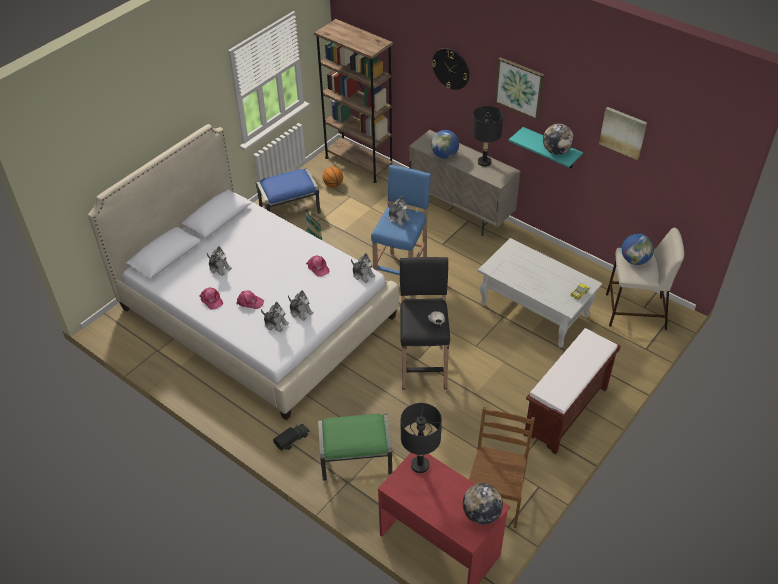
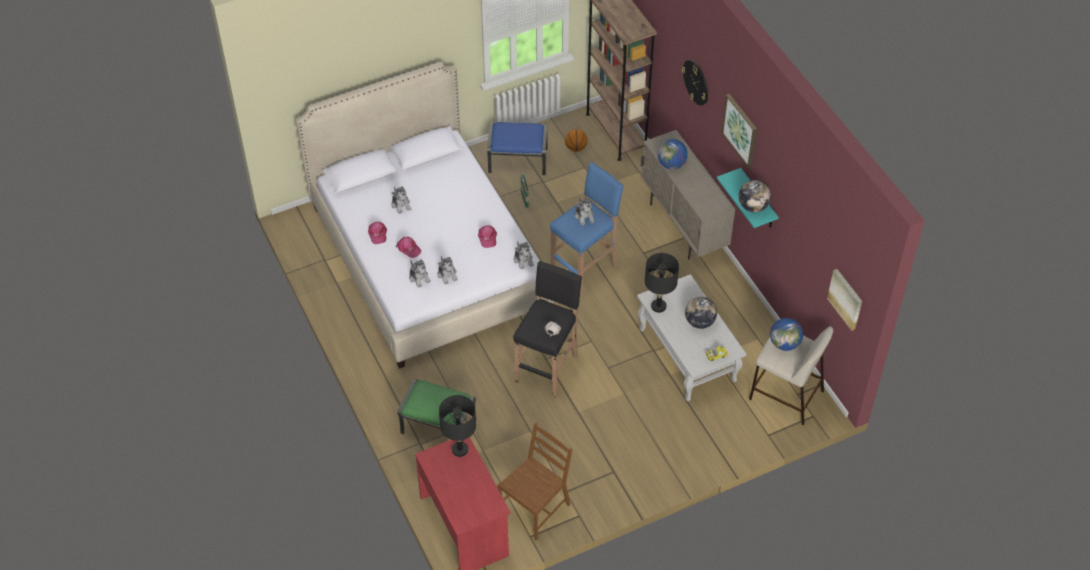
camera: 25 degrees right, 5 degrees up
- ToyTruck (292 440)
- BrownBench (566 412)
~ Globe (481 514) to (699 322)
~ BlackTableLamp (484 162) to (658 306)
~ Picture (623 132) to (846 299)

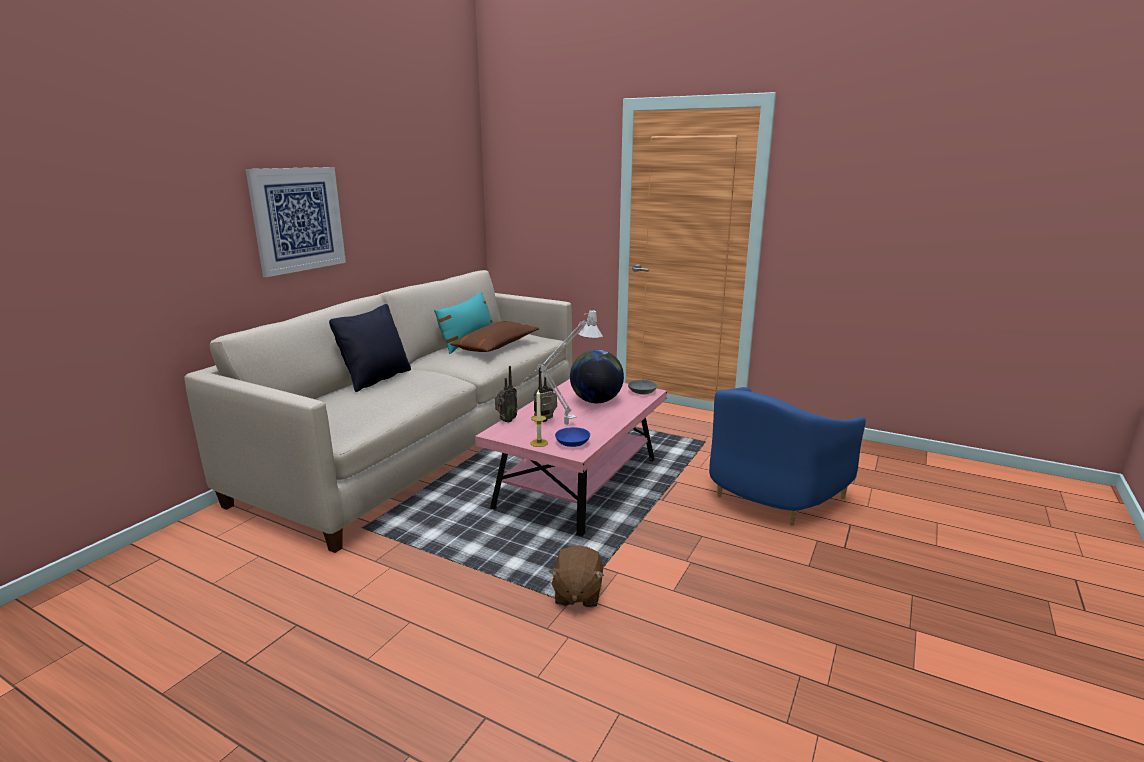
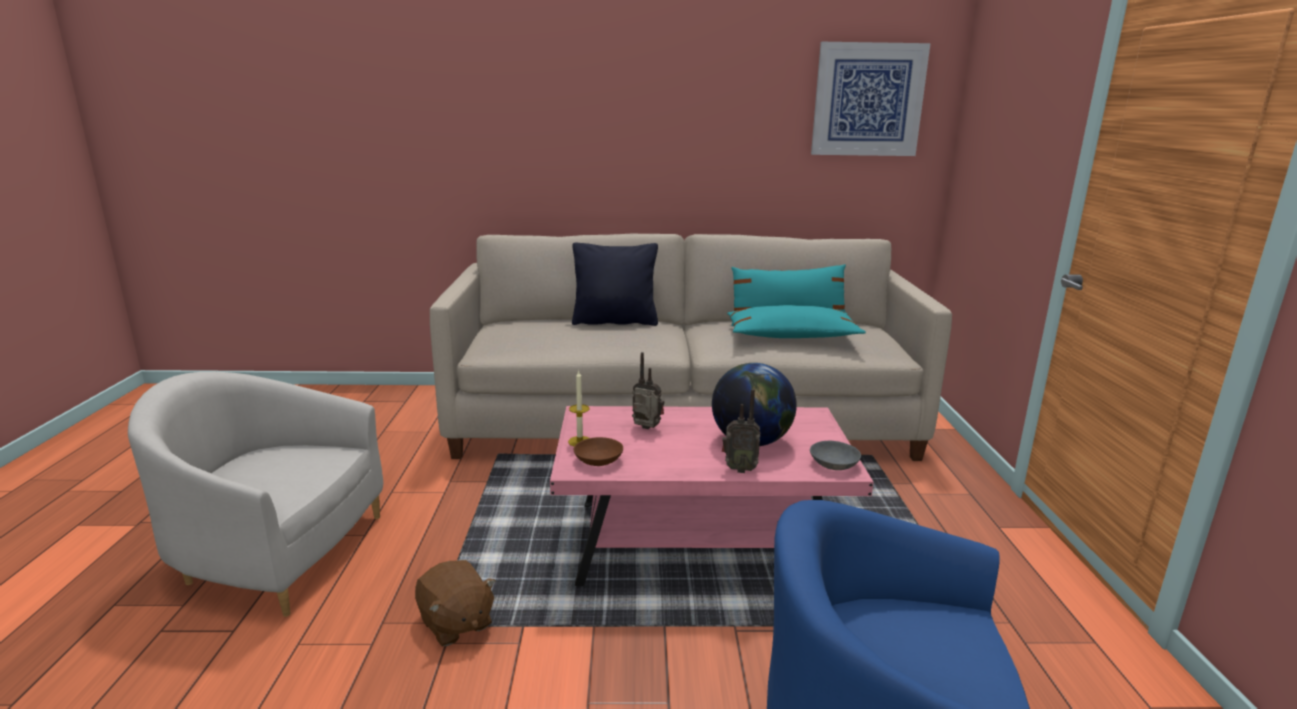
camera: 60 degrees right, 0 degrees up
- GreyTableLamp (561 427)
+ WhiteArmchair (276 554)
~ Picture (298 219) to (868 100)
~ Radio (506 421) to (739 469)
~ BrownPillow (496 346) to TurquoisePillow (791 336)
~ BlueBowl (572 443) to BrownBowl (599 460)
~ BrownPlushToy (577 594) = (455 623) 105 degrees counterclockwise

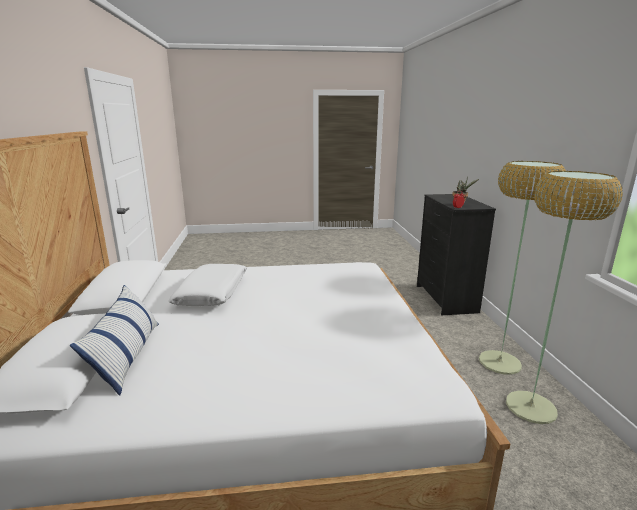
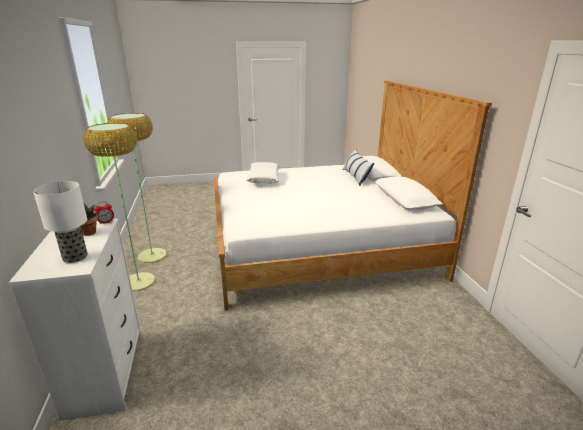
camera: 175 degrees right, 5 degrees up
+ TableLamp (74 257)
~ WhitePillow (212 293) to (263 178)
~ BlackDresser (445 298) to WhiteDresser (106 372)

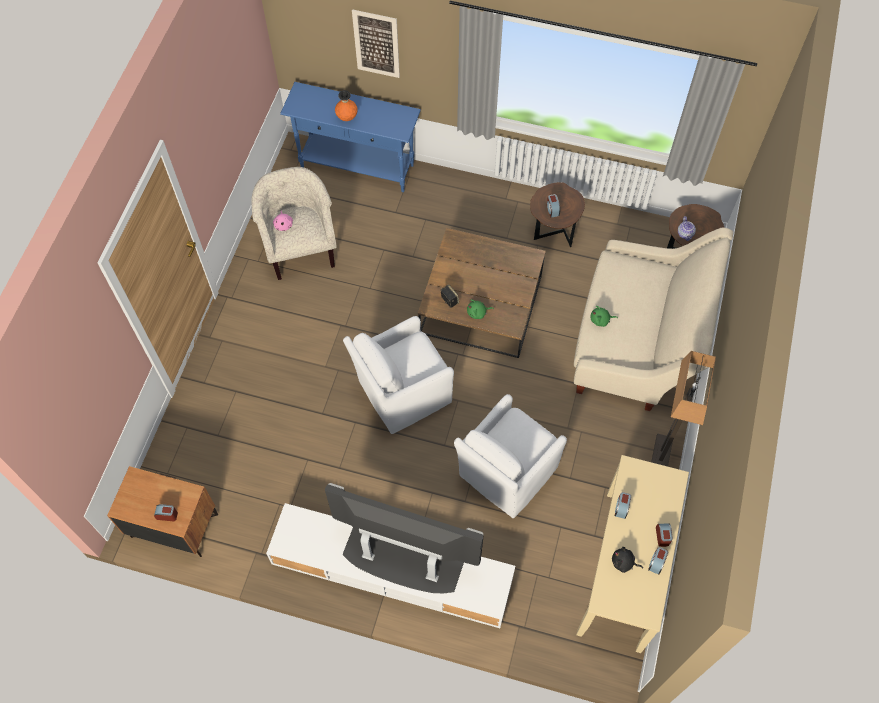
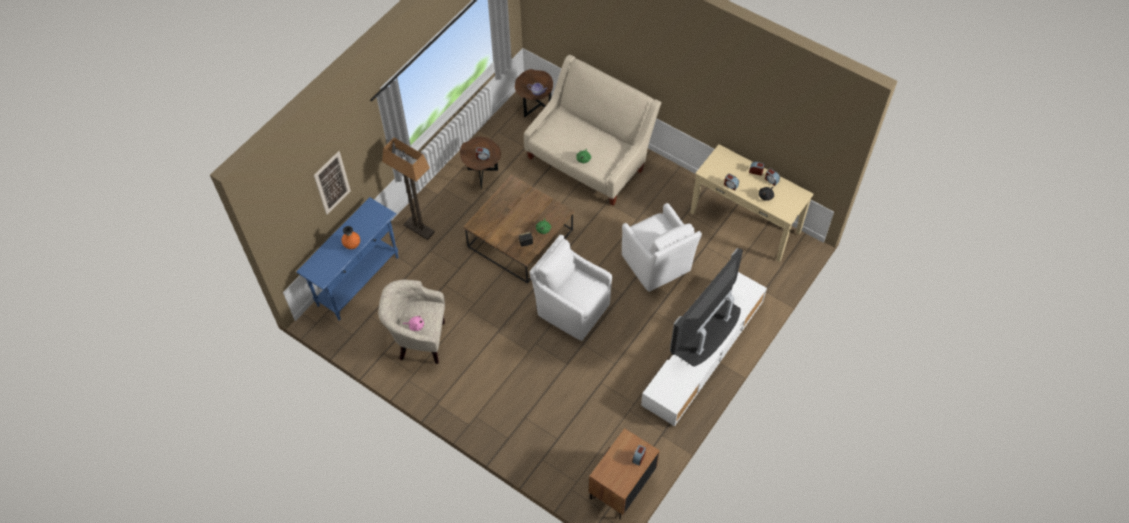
camera: 70 degrees left, 5 degrees down
~ FloorLamp (661 456) to (419 229)
~ WhiteArmchair (402 393) = (571 308) 135 degrees clockwise

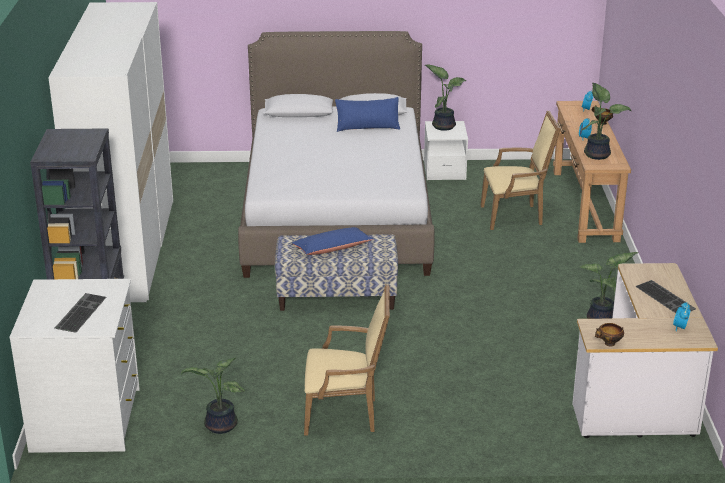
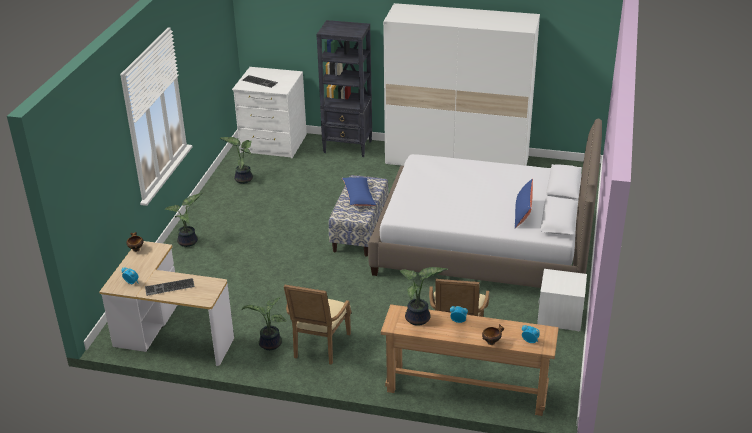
camera: 105 degrees right, 5 degrees up
~ BeigeArmchair (346 414) to (319 348)
~ PottedPlant (443 126) to (189 242)

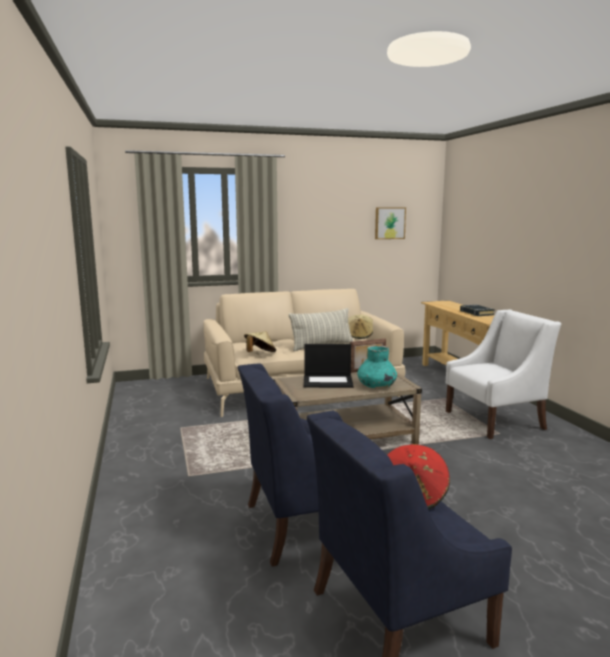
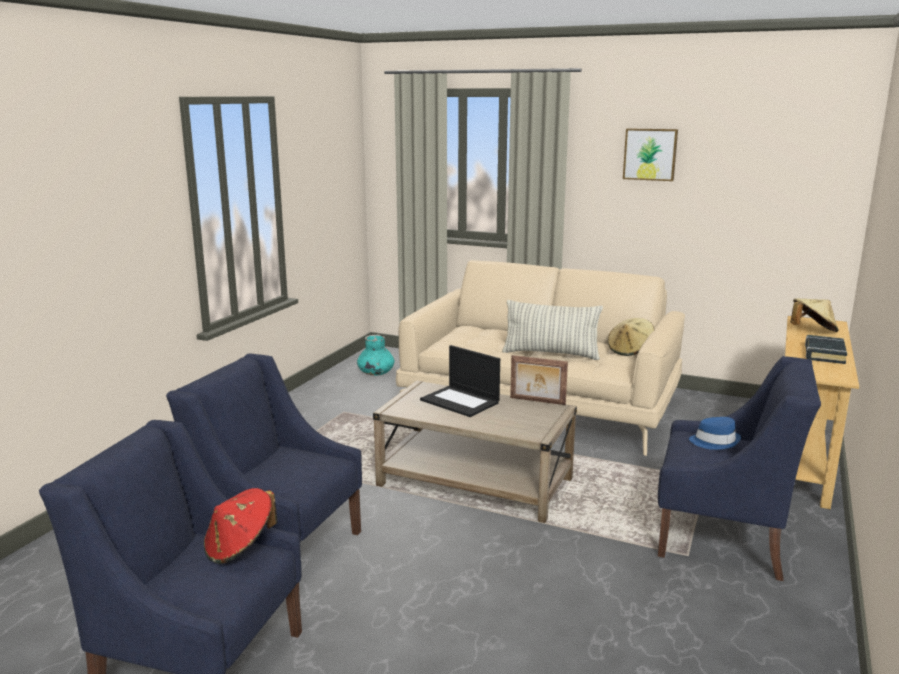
camera: 40 degrees right, 5 degrees up
+ BlueHat (714 441)
~ BeigeHat (260 354) to (812 331)
~ TurquoiseVase (376 386) to (375 373)
~ Picture (389 223) to (650 154)
~ WhiteArmchair (495 420) to BlueArmchair (723 536)

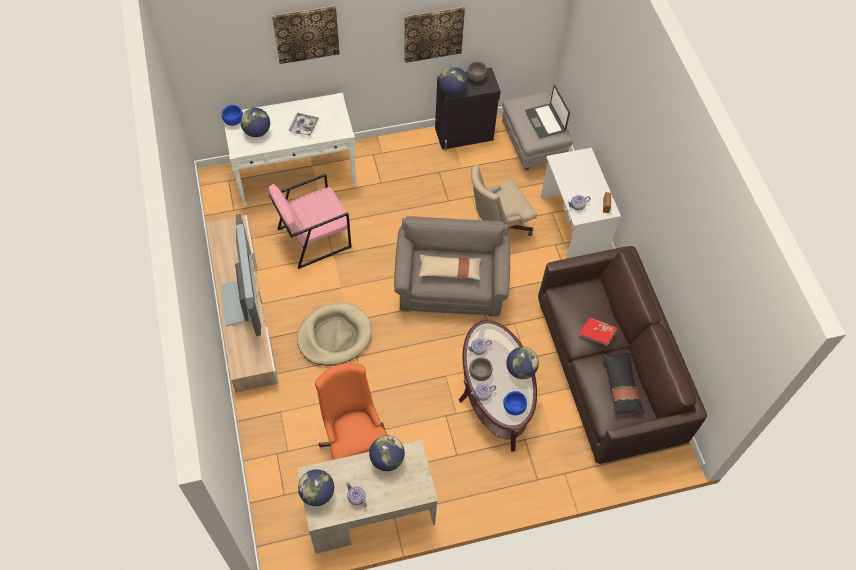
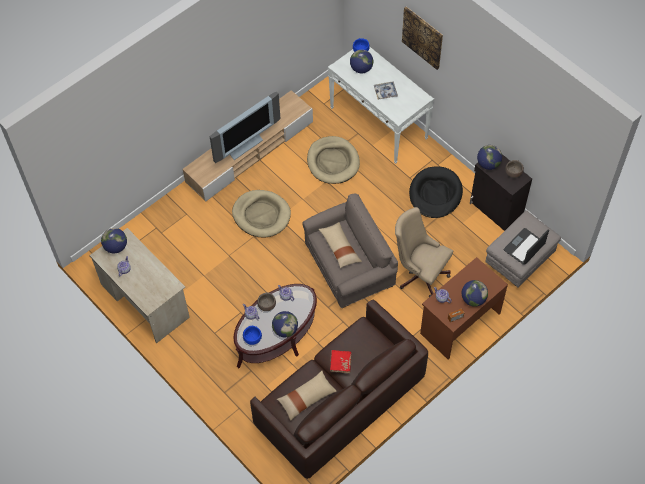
camera: 65 degrees right, 0 degrees up
- OrangeOfficeChair (354 442)
- Picture (433 34)
+ BlackDogBed (435 194)
~ Globe (387 459) to (473 299)
~ PinkArmchair (314 237) to BeigeDogBed (333 162)
~ WhiteDesk (572 225) to BrownDesk (459 322)
~ BlackPillow (621 386) to BeigePillow (306 398)

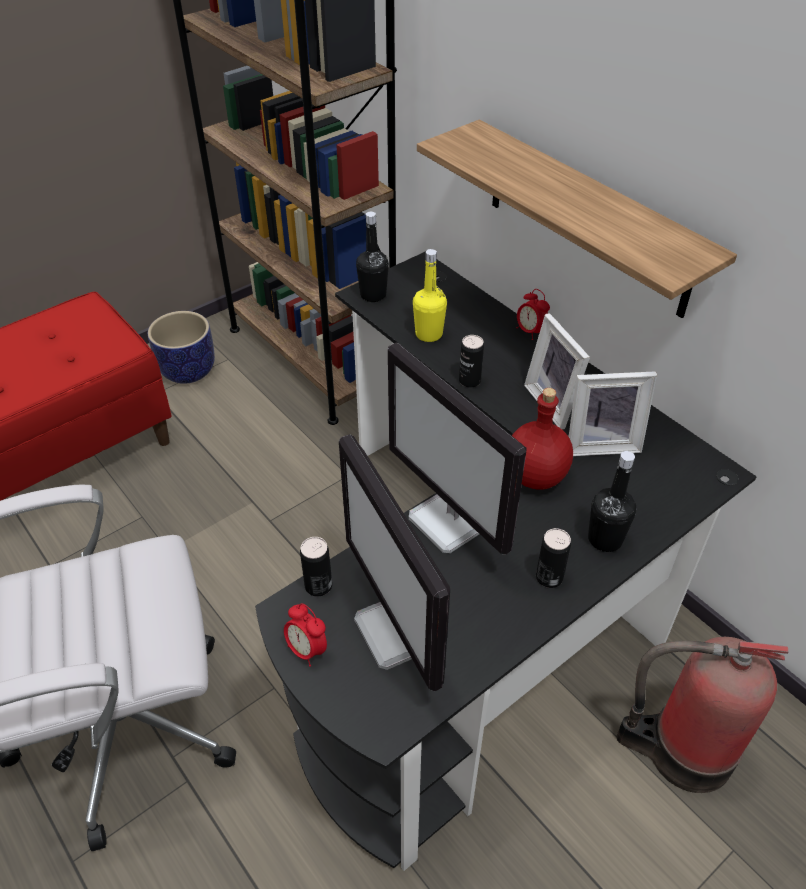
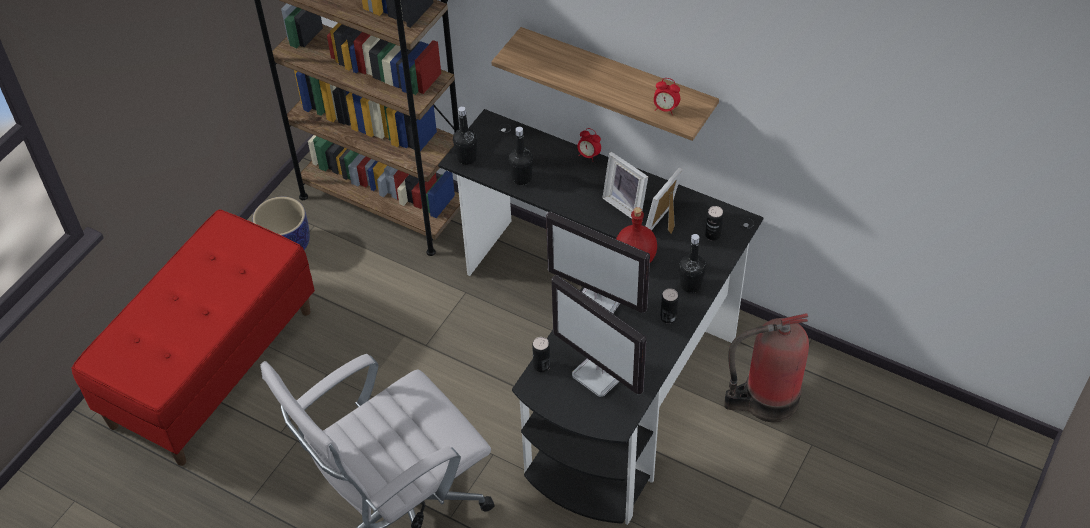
camera: 20 degrees left, 5 degrees up
~ AlarmClock (307 650) to (665 109)
~ Can (469 381) to (713 235)
~ YellowBottle (429 334) to BlackBottle (521 178)
~ PictureFrame (600 443) = (665 224) 150 degrees clockwise

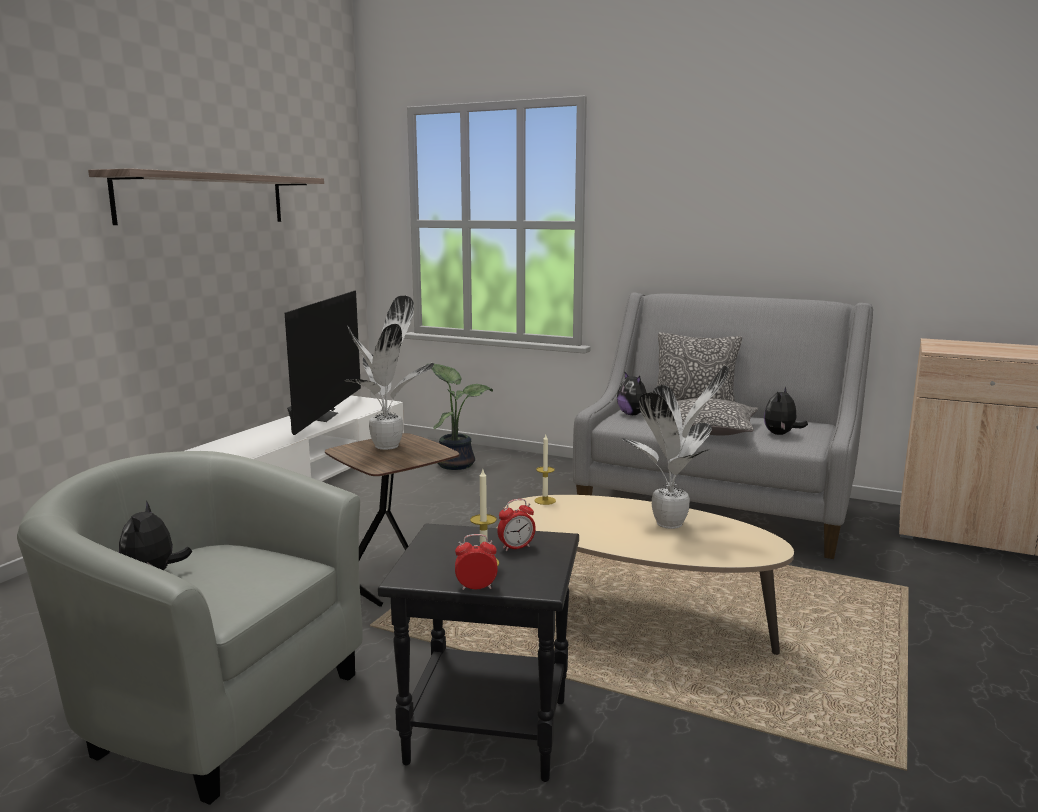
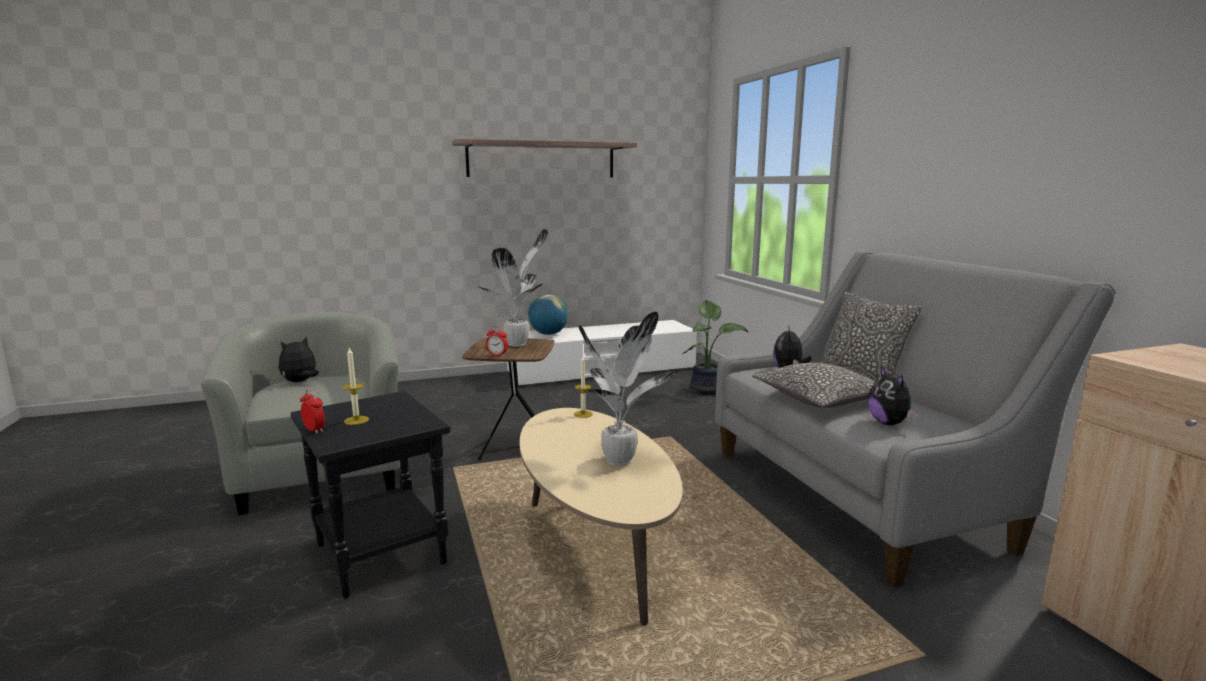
camera: 45 degrees right, 0 degrees up
- Television (321 417)
+ Globe (548 334)
~ AlarmClock (516 547) to (497 355)
~ PlushToy (781 434) = (889 423) 90 degrees counterclockwise

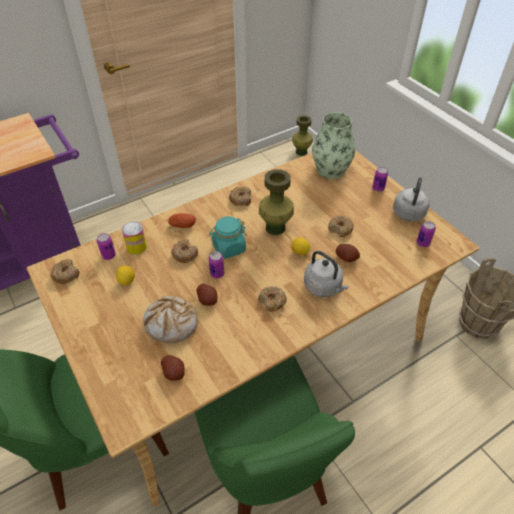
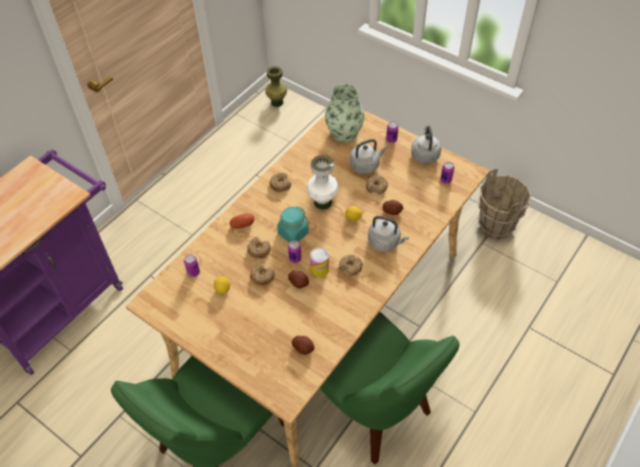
camera: 20 degrees left, 5 degrees up
- Bread (172 323)
+ GreyKettle (366 165)
~ Donut (66 275) to (262 276)
~ Can (136 247) to (319 269)
~ GreenVase (275 227) to WhiteVase (323 202)

